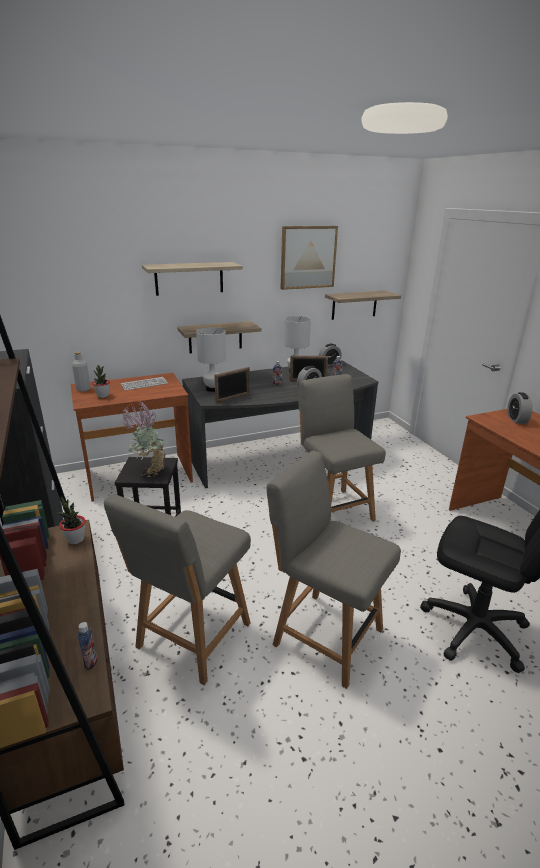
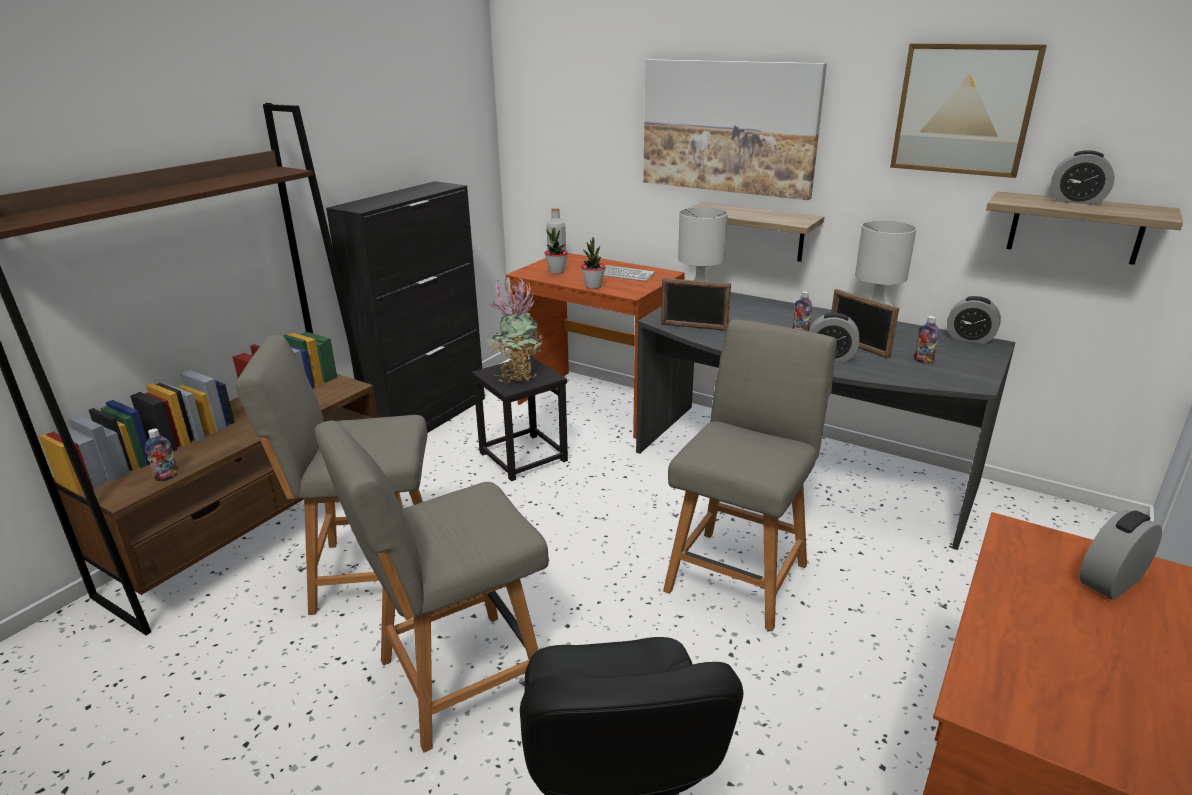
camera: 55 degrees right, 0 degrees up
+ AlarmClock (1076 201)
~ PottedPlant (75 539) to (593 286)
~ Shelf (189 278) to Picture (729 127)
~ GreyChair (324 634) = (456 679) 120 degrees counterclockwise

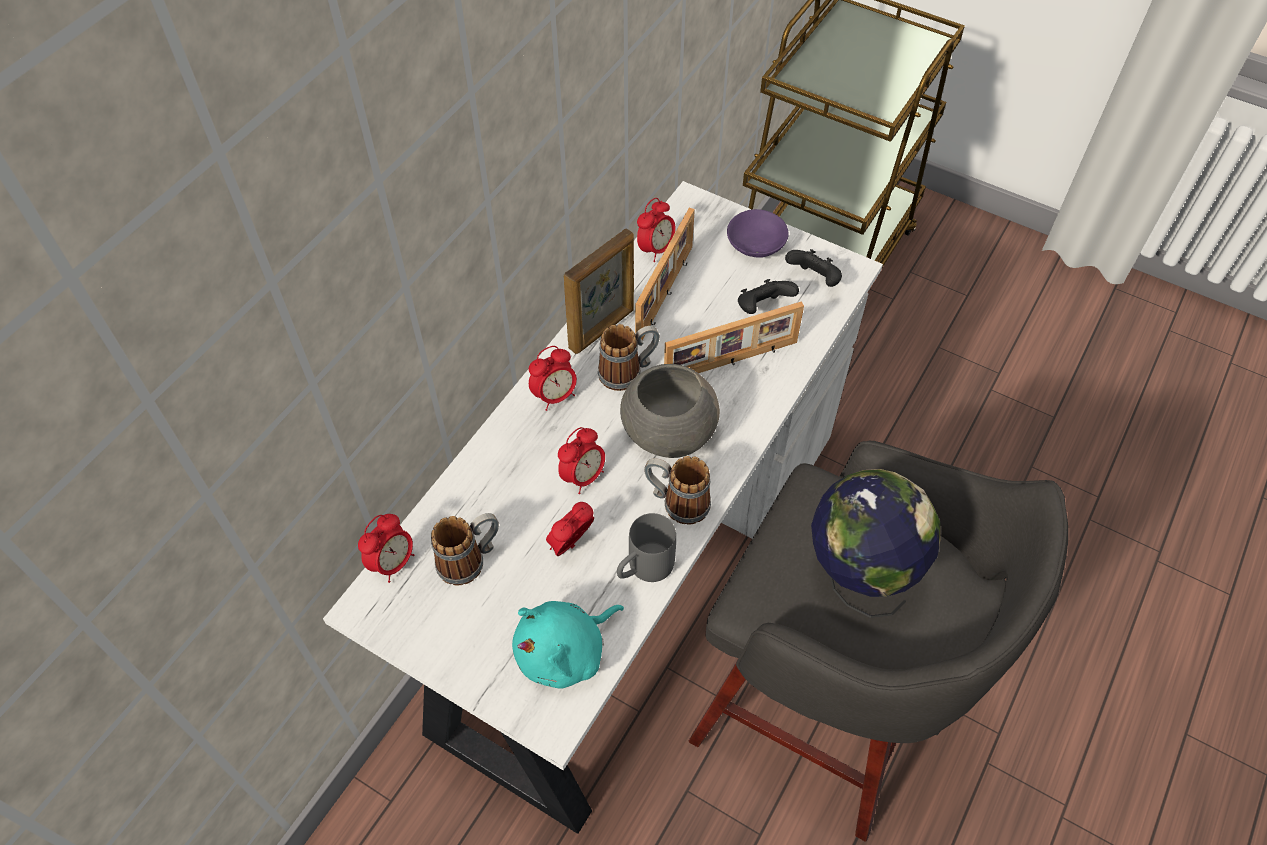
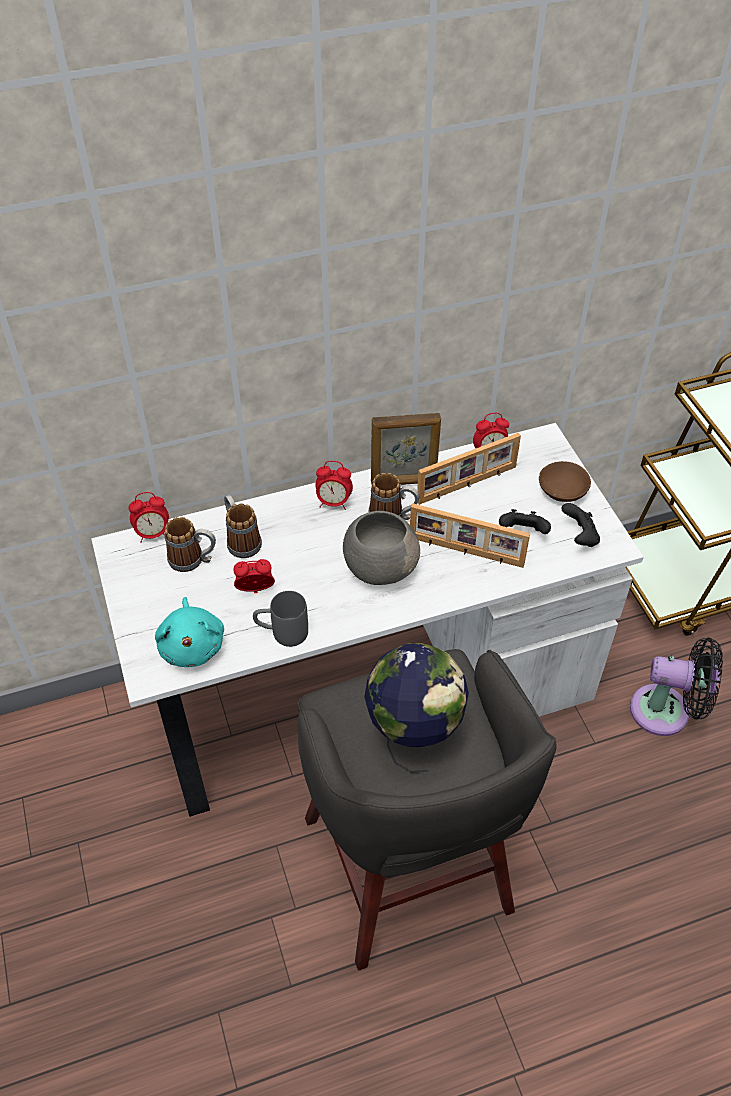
camera: 40 degrees right, 5 degrees down
- AlarmClock (583 477)
+ BlackFan (666 712)
~ Mug (677 502) to (241 540)
~ PurpleBowl (757 243) to BrownBowl (564 491)
~ TurquoisePlushToy (565 652) = (192 645) 105 degrees counterclockwise

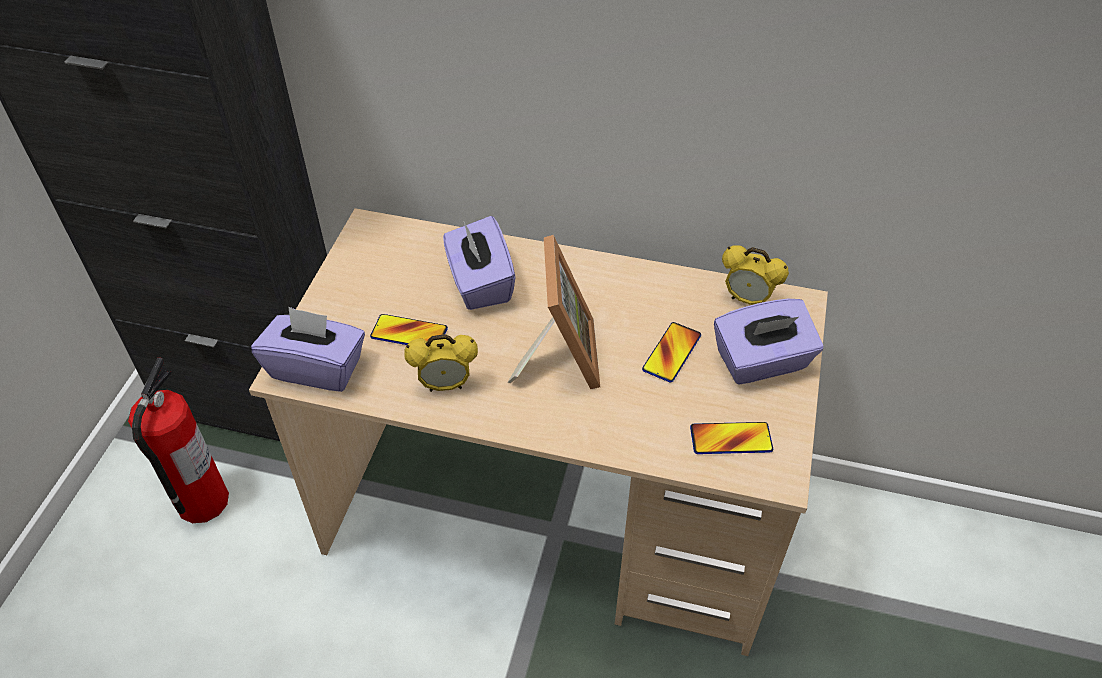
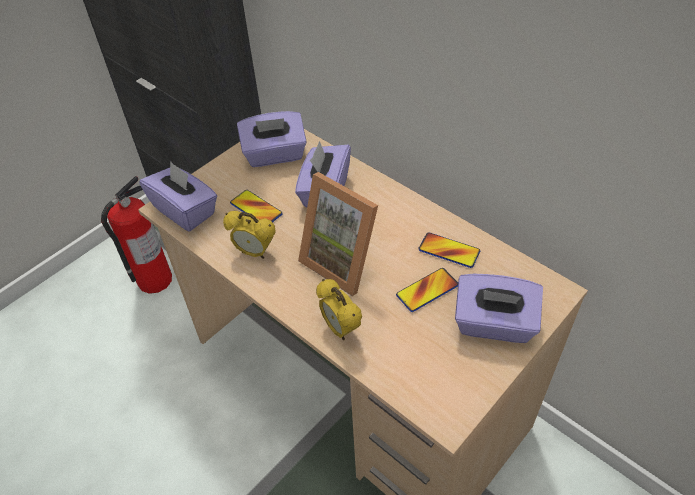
camera: 30 degrees right, 0 degrees up
+ PurpleTissueBox (275 155)
~ Phone (730 439) to (449 251)
~ AlarmClock (747 300) to (340 329)
~ PictureFrame (558 355) = (344 261) 105 degrees clockwise

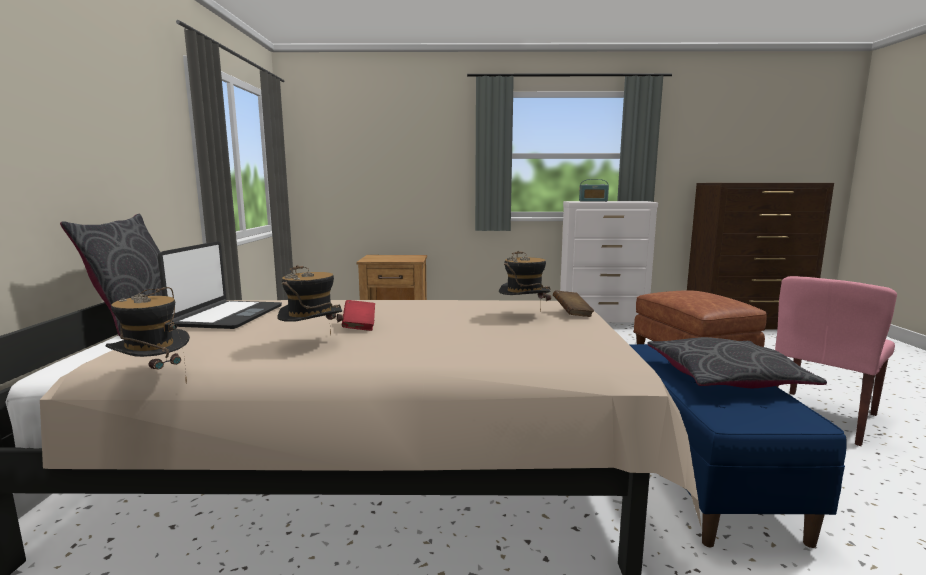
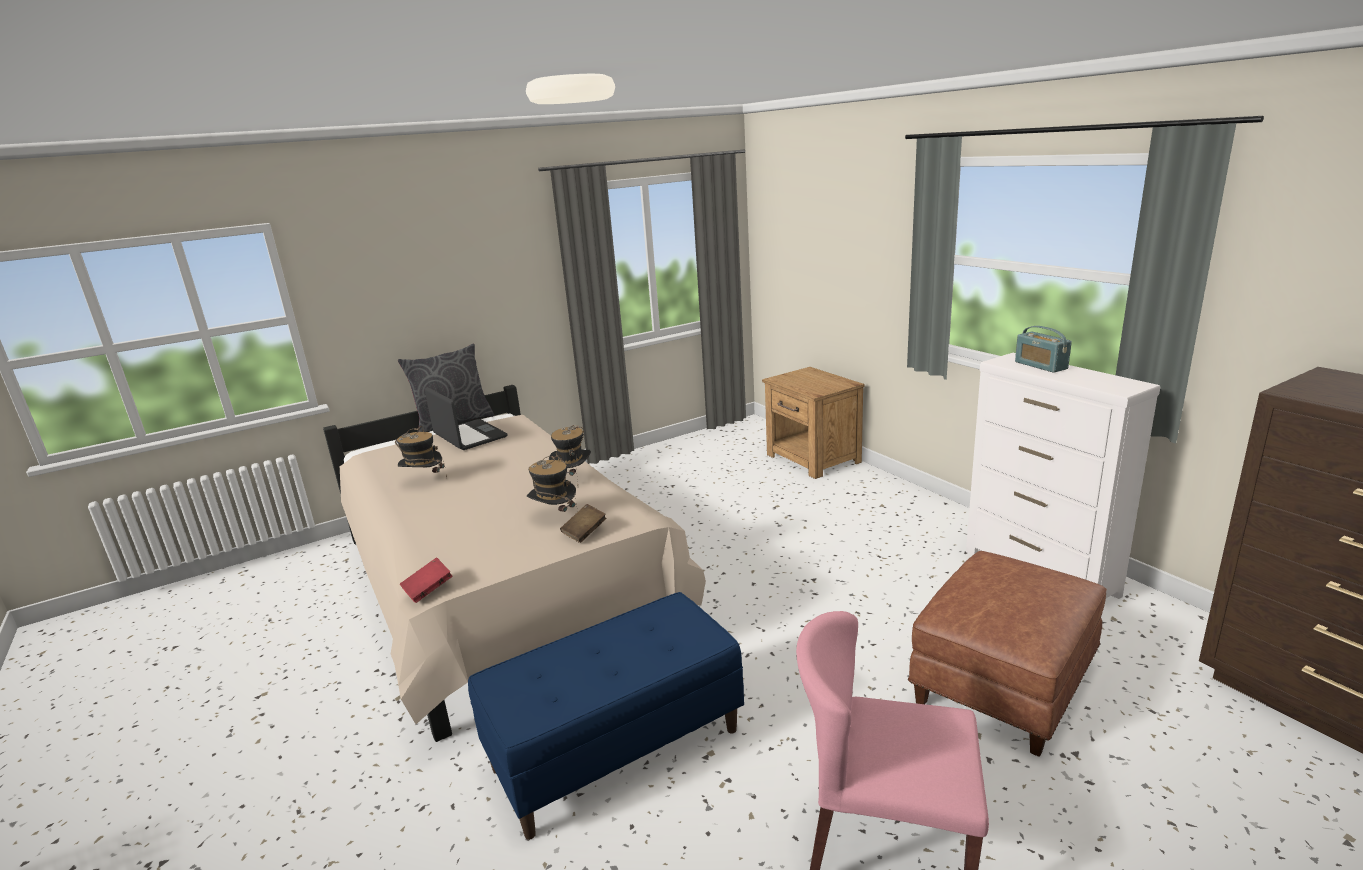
camera: 60 degrees right, 10 degrees up
- GreyPillow (725 378)
~ Hat (154 381) to (573 479)
~ RedBook (359 326) to (428 590)
~ Laptop (227 316) = (469 436) 105 degrees counterclockwise

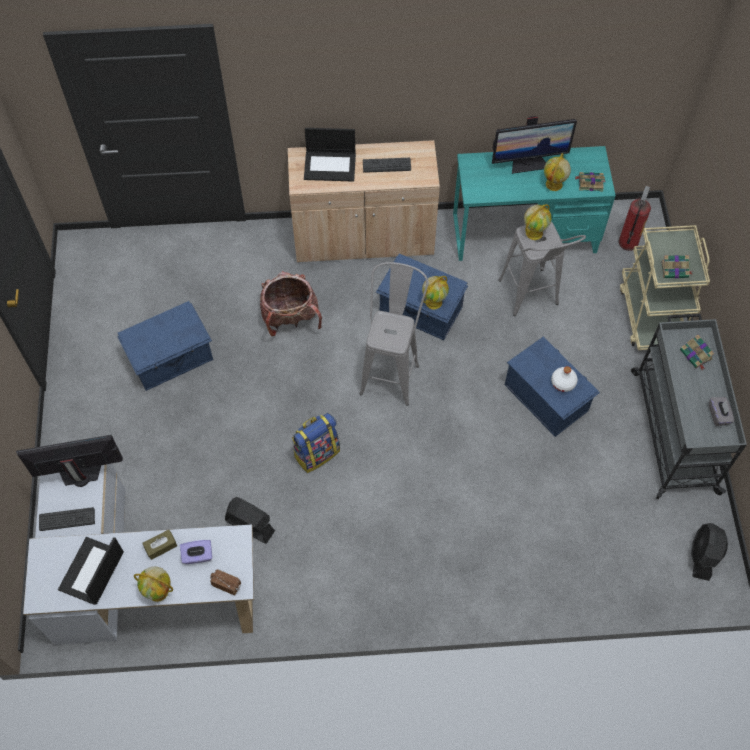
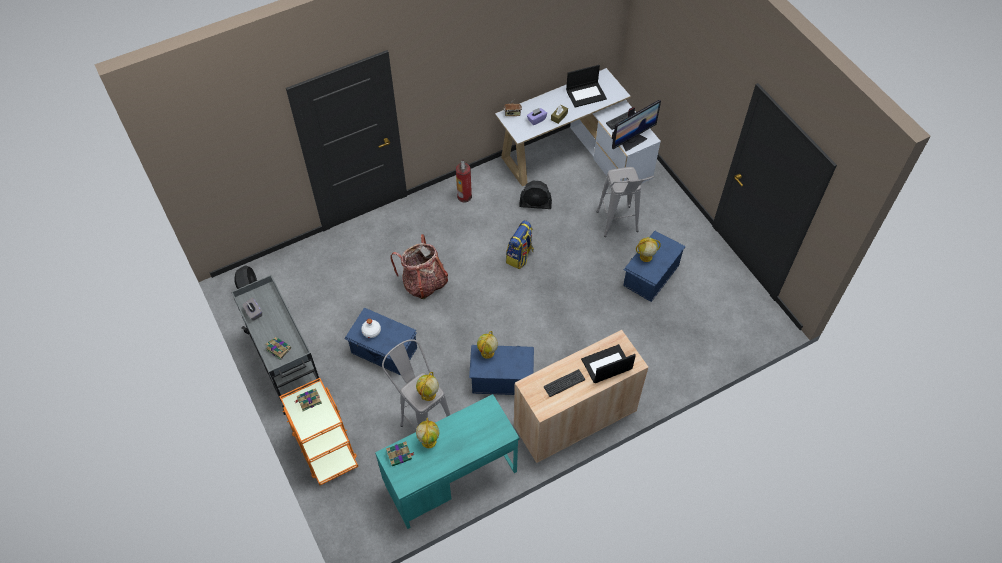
camera: 155 degrees right, 5 degrees down
- Monitor (528 163)
~ Globe (159 591) to (645 257)
~ Backpack (290 318) to (424 283)
~ GreyStool (391 371) to (619 227)
~ FireExtinguisher (628 242) to (464 196)
~ BeigeCart (651 314) to OrangeCart (324 447)
~ Laptop (92 572) = (586 94) 75 degrees clockwise

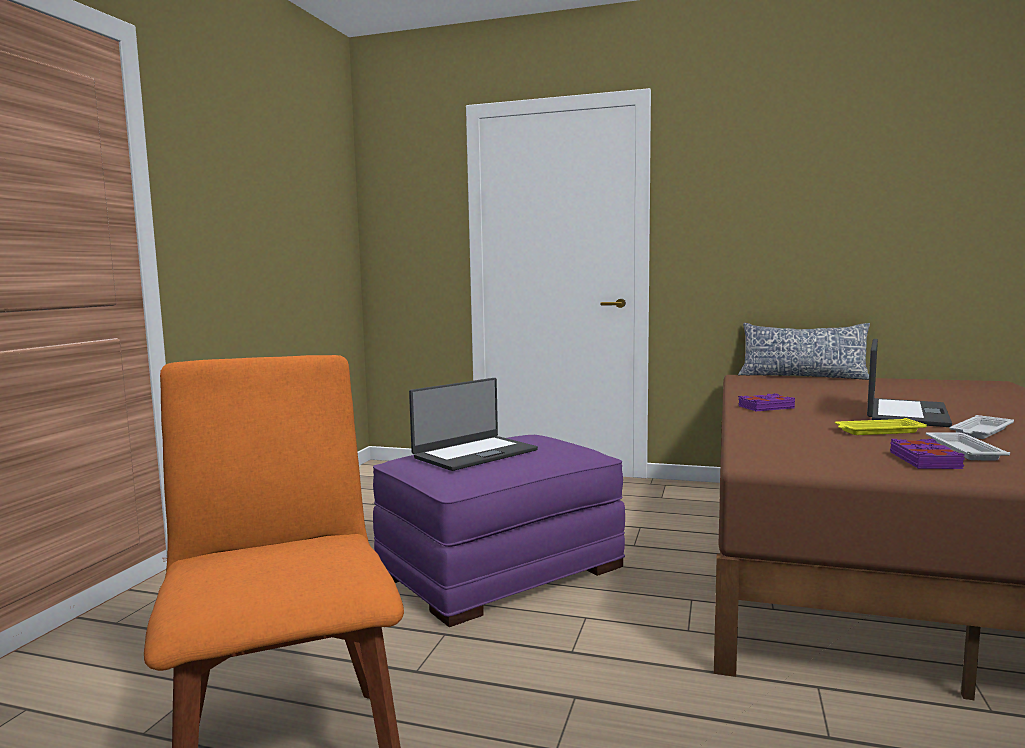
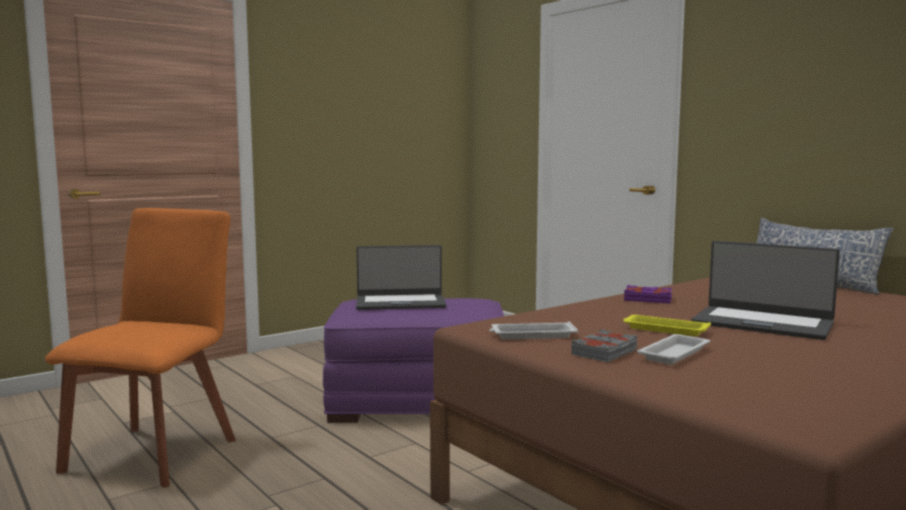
camera: 35 degrees right, 0 degrees up
~ WhiteTray (980 432) to (532 335)
~ PurpleBook (926 460) to GreyBook (605 352)
~ Laptop (904 413) = (762 323) 60 degrees clockwise

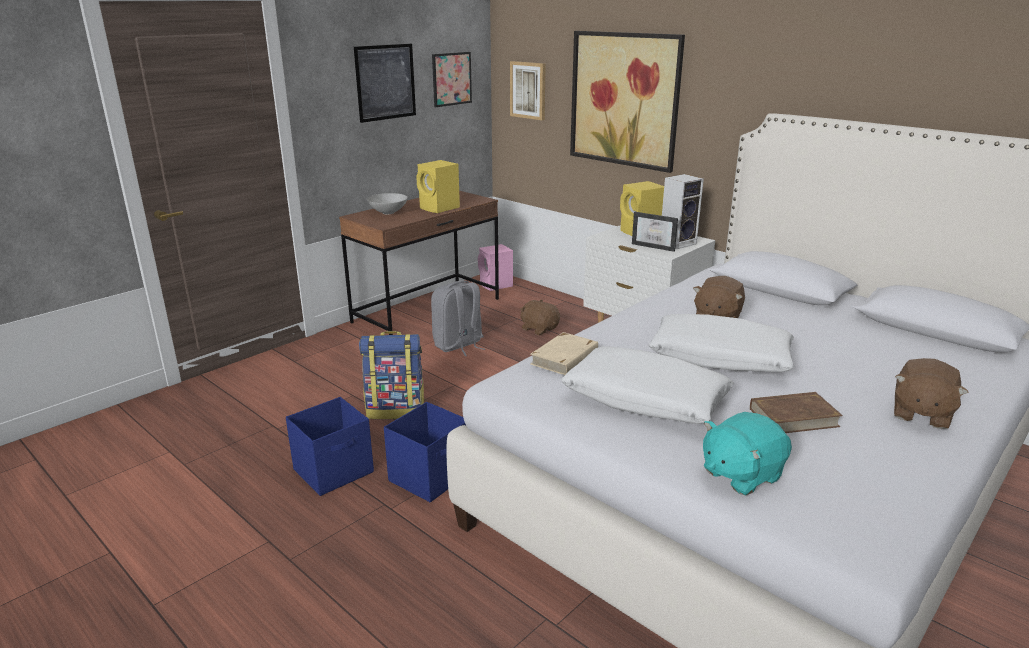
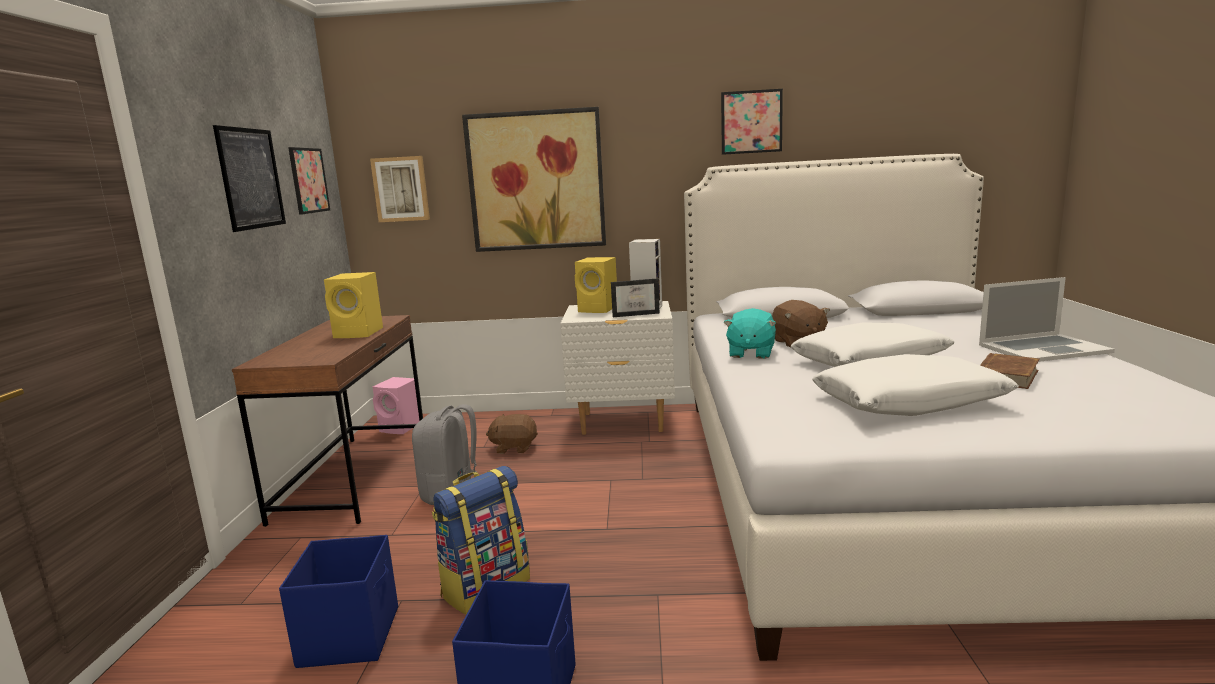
camera: 40 degrees left, 10 degrees down
- GreyBowl (388 212)
- BeigeBook (565 358)
+ Picture (751 122)
~ BlueStorageBox (431 477) to (351 635)
~ TurquoisePlushToy (740 474) to (750 353)
~ BrownPlushToy (920 413) to Laptop (1043 348)

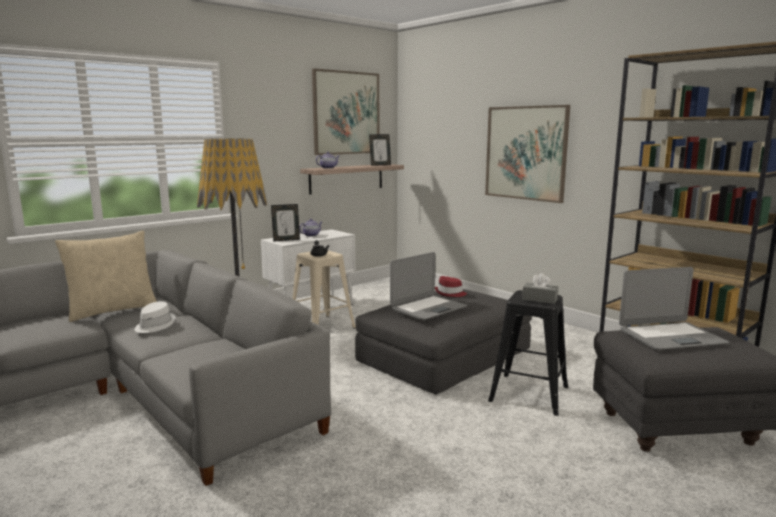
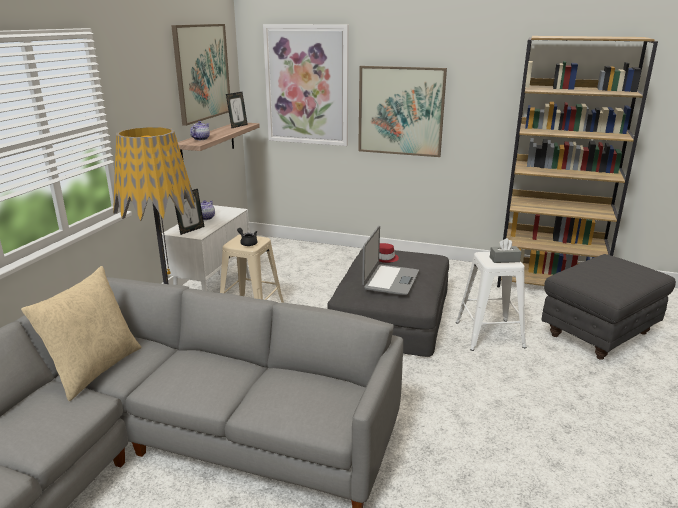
camera: 30 degrees left, 10 degrees up
- WhiteHat (154 325)
- Laptop (670 337)
+ Picture (307 85)
~ BlackStool (530 393) to WhiteStool (490 334)

